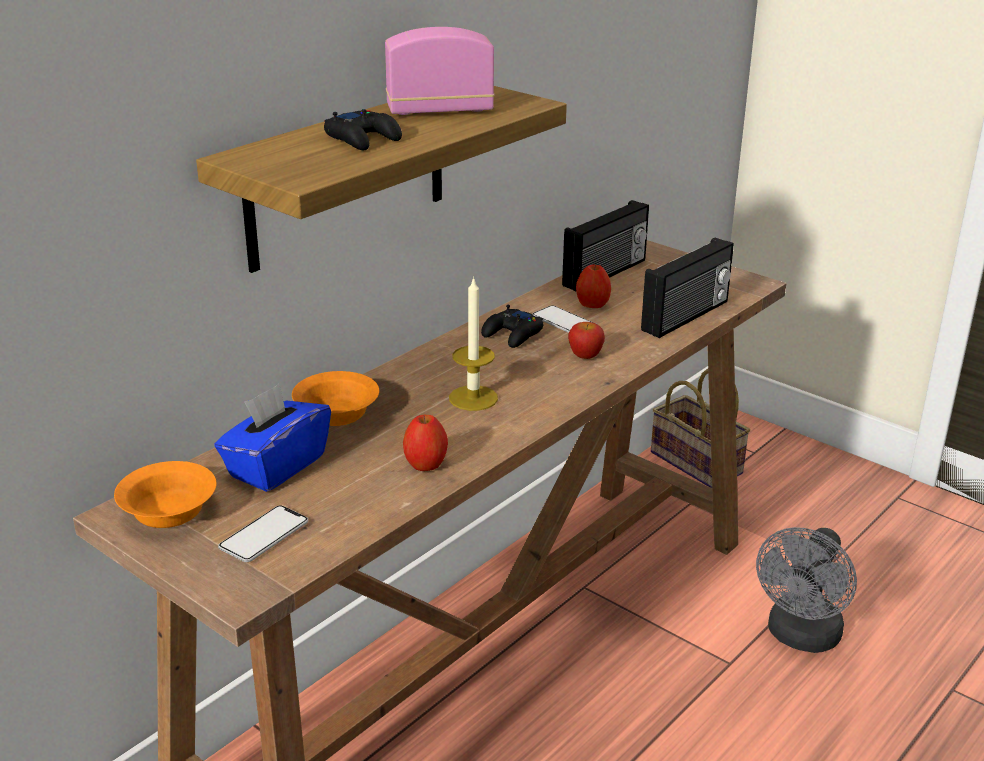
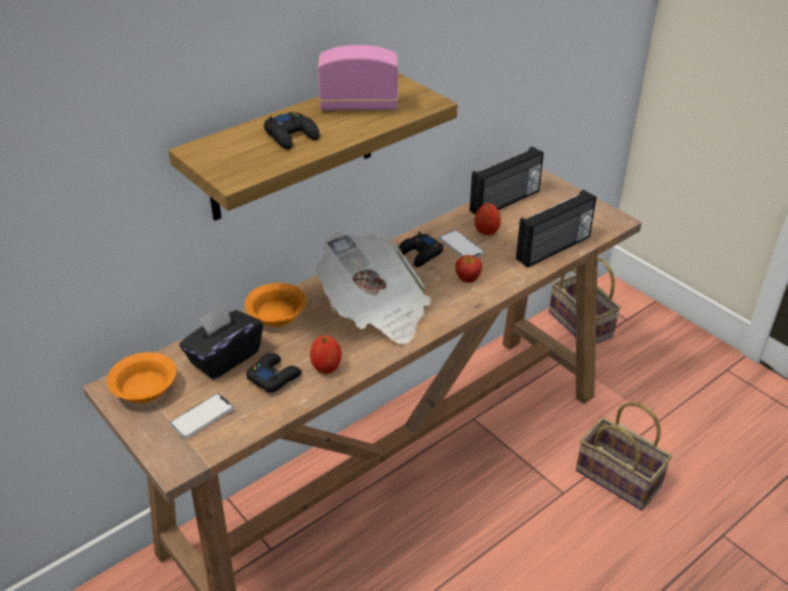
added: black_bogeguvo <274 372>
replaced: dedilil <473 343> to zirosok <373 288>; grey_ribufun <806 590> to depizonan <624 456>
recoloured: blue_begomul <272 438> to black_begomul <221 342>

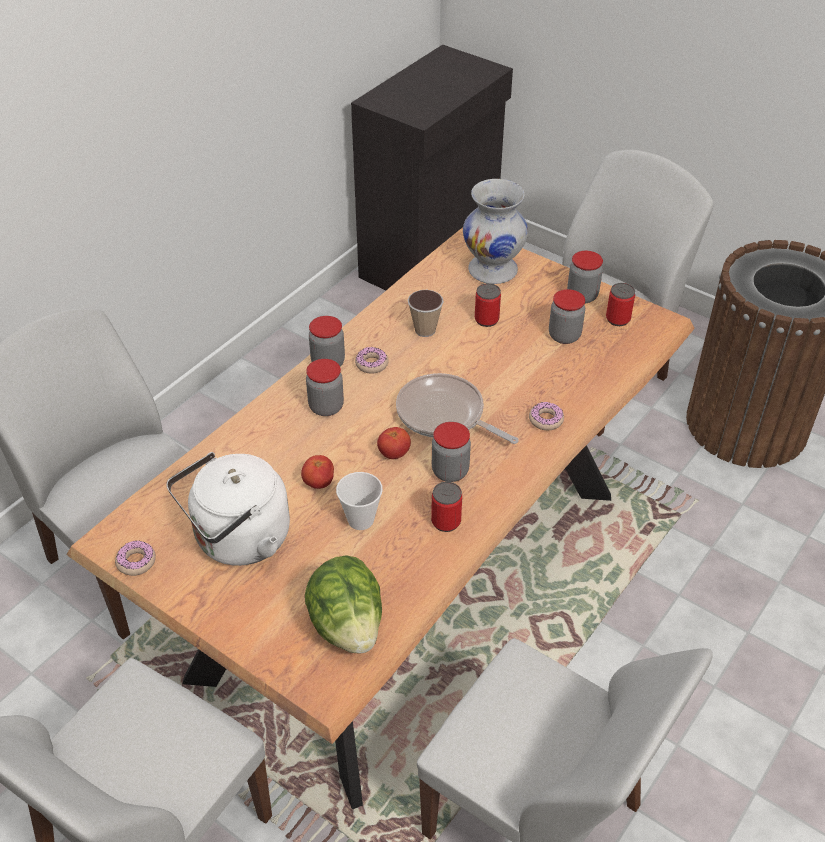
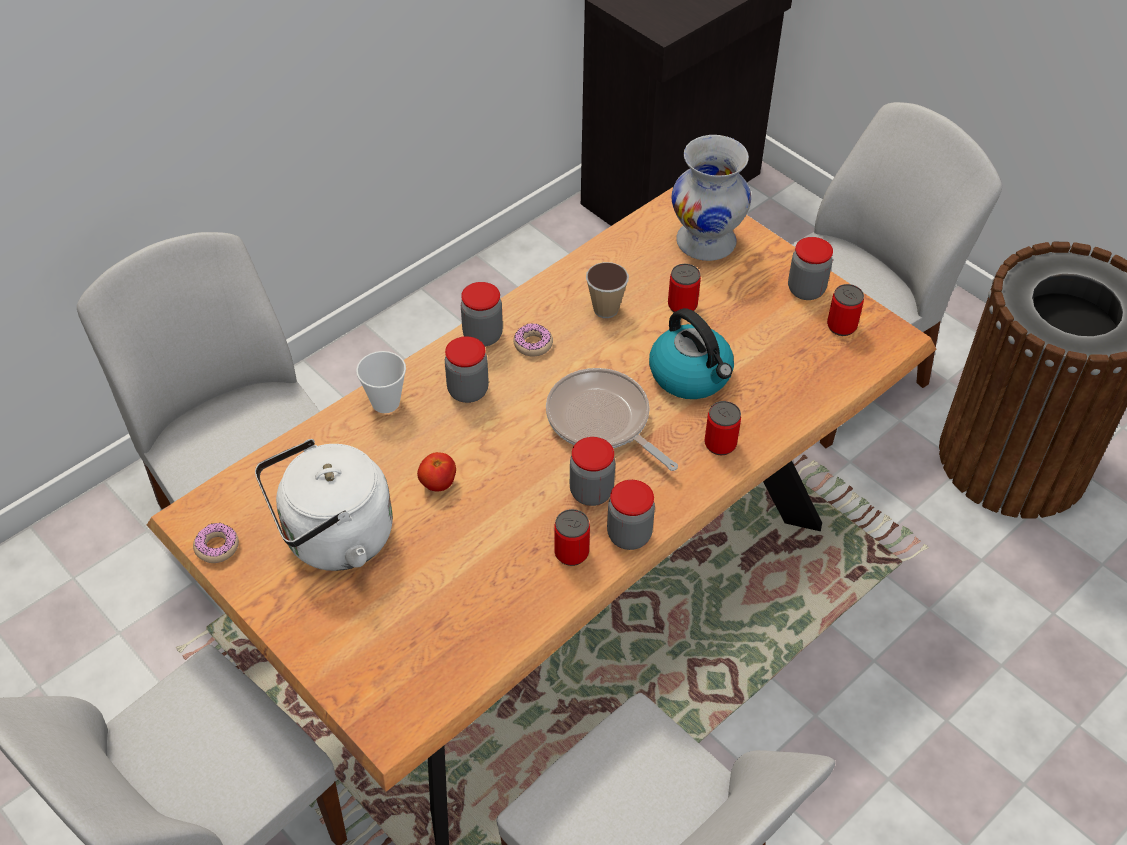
removed: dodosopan <343 604>; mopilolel <394 443>
added: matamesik <691 353>
moved: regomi <359 501> to <381 382>; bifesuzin <567 316> to <631 515>
replaced: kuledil <546 416> to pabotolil <722 428>

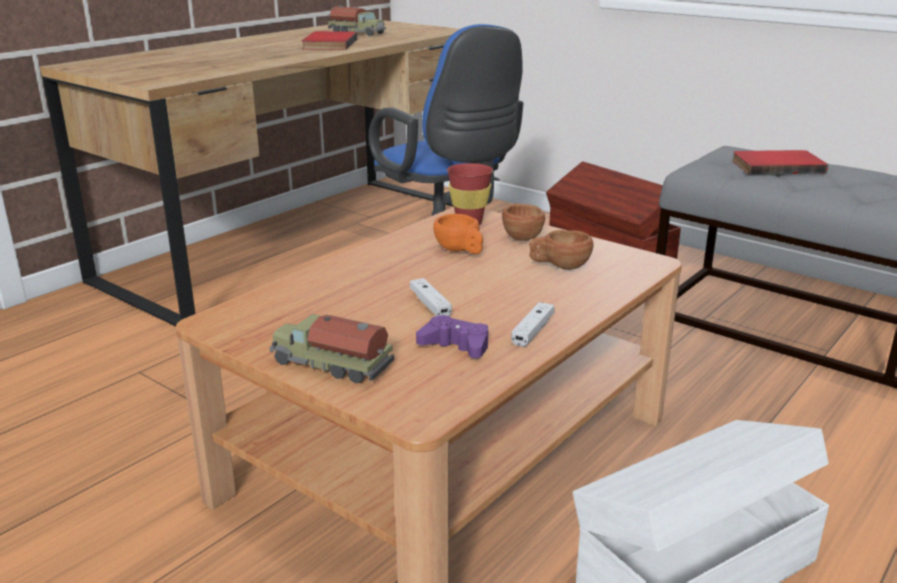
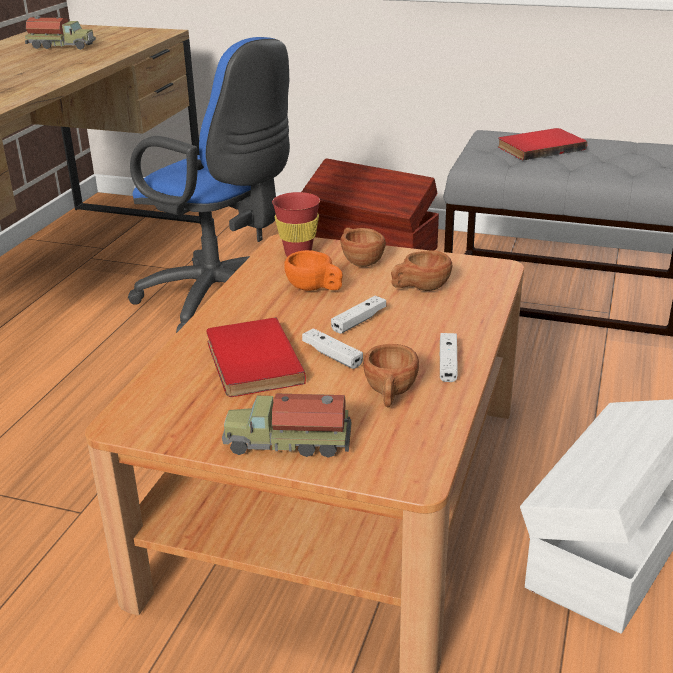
added: white_bogeguvo <358 315>
moved: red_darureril <329 40> to <256 357>
replaced: purple_bogeguvo <452 336> to brown_regomi <391 375>

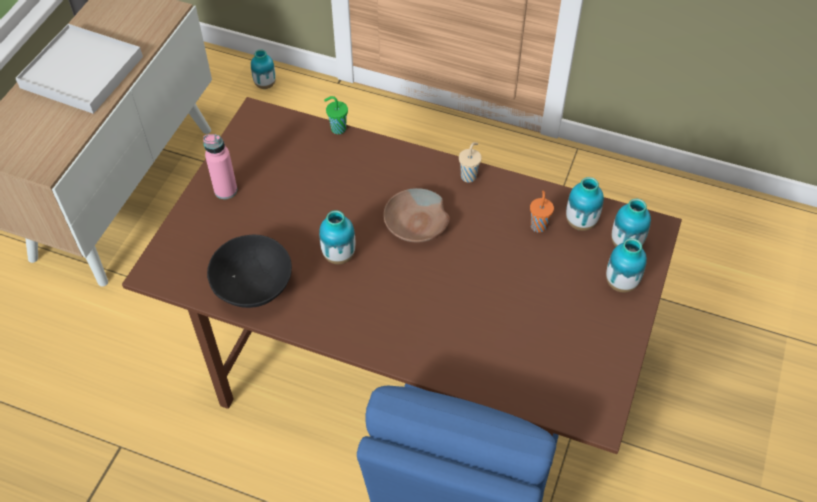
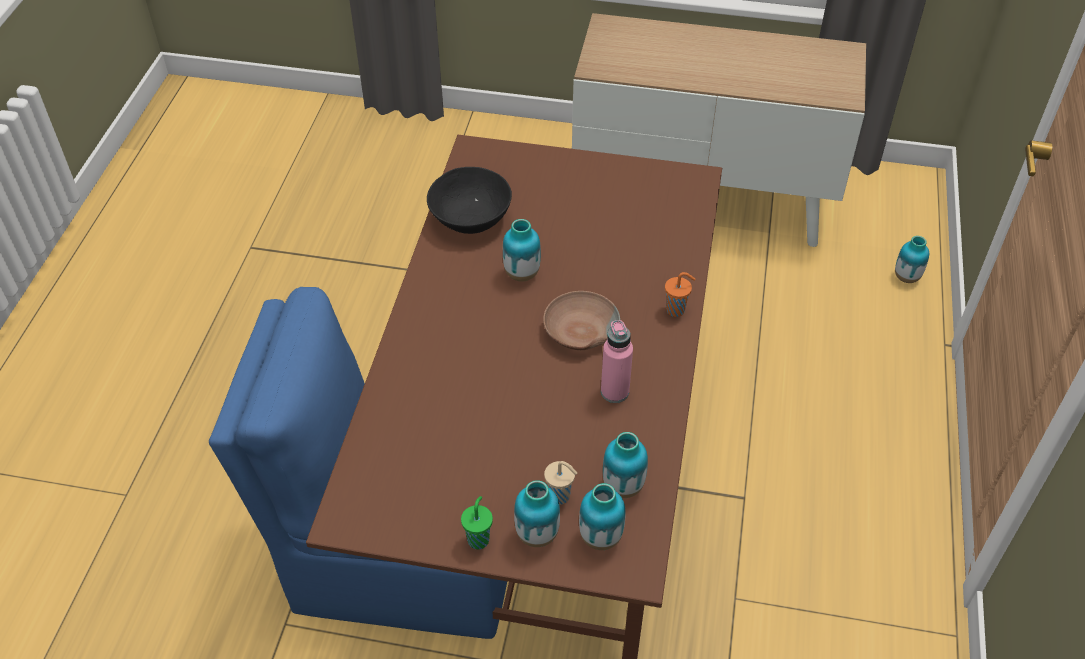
removed: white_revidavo <79 69>
moved: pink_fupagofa <220 166> to <617 361>; green_regomi <336 115> to <477 522>; beige_regomi <470 162> to <560 483>; orange_regomi <542 212> to <680 294>

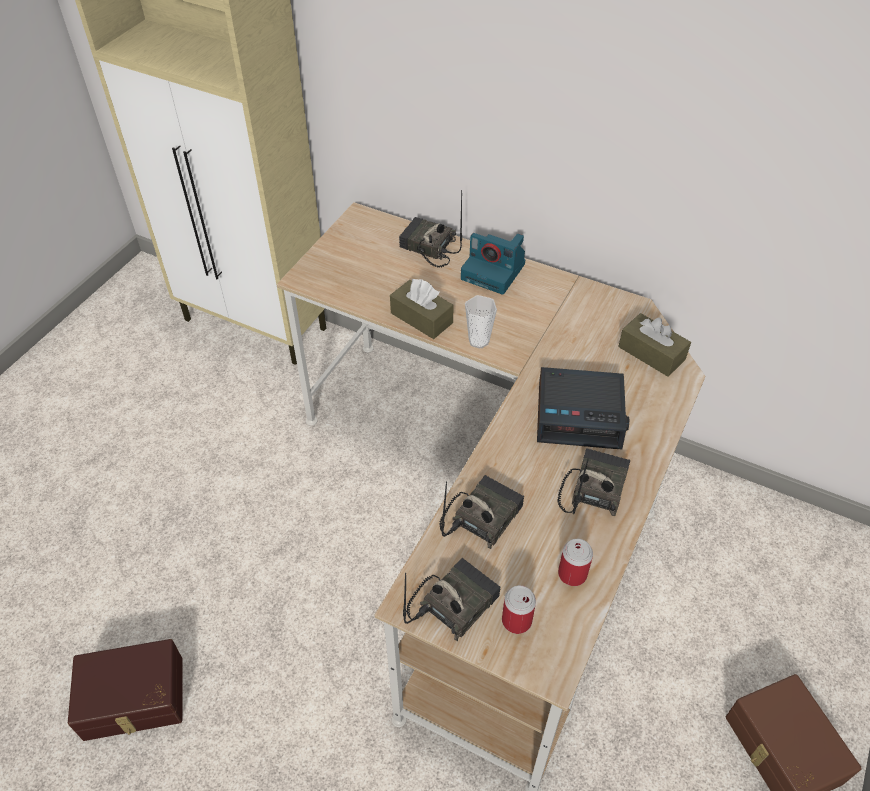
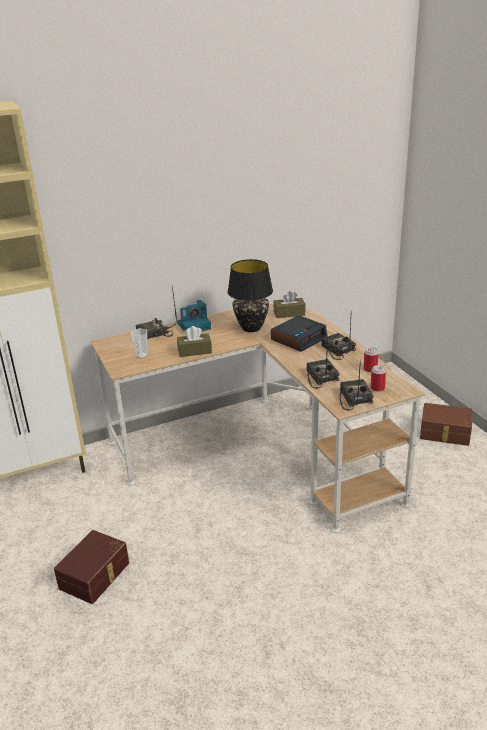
added: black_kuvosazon <250 295>
moved: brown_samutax <125 690> to <91 567>; regomi <481 322> to <138 343>

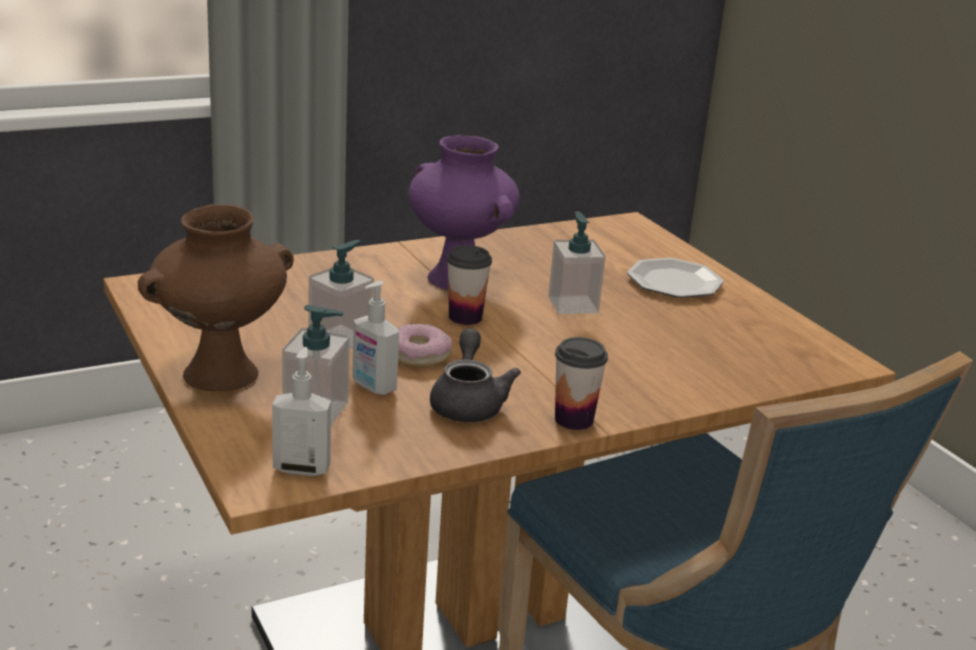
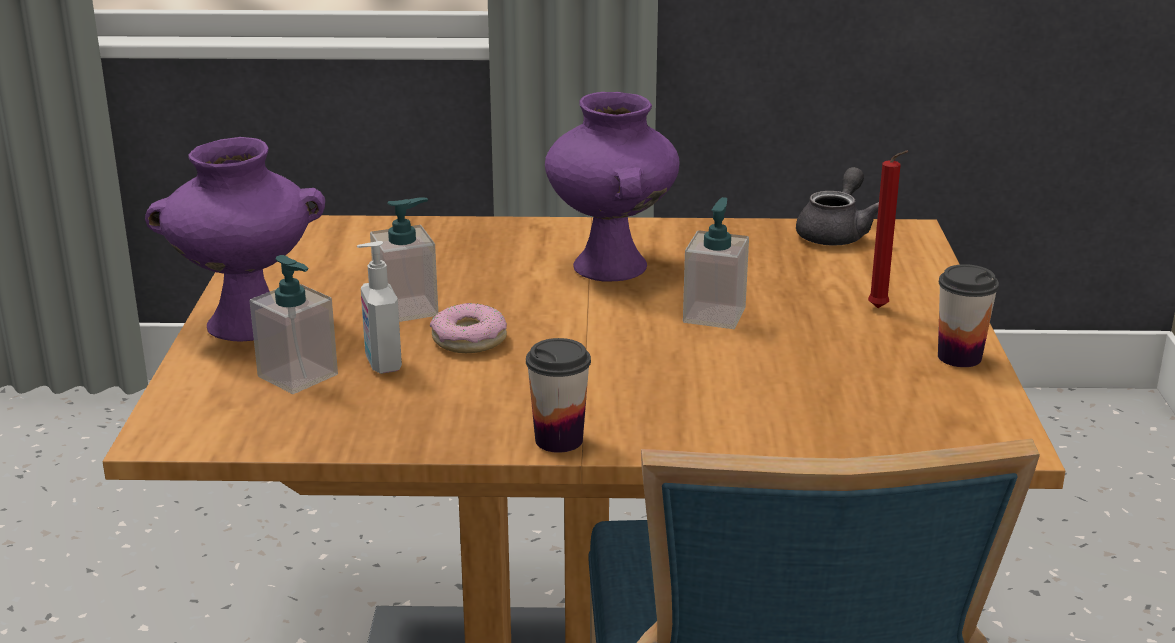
removed: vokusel <301 411>
moved: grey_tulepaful <475 375> to <837 206>; regomi <469 285> to <968 315>
replaced: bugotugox <675 278> to red_dedilil <888 229>
recoloured: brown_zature <215 297> to purple_zature <235 239>

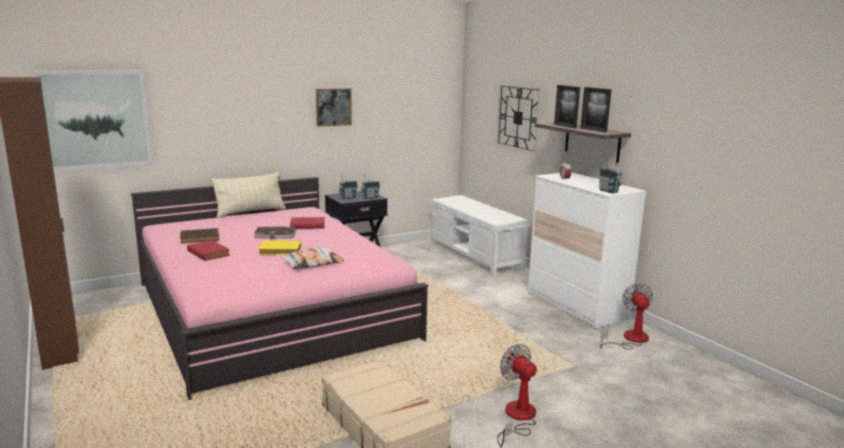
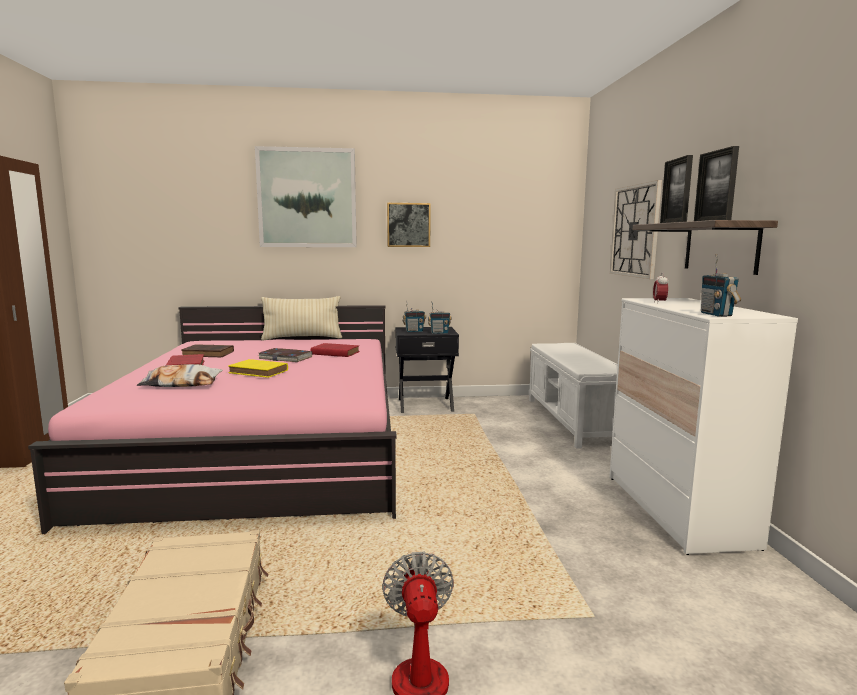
removed: ribufun <626 316>
moved: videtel <91 120> to <306 196>; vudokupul <312 258> to <180 375>

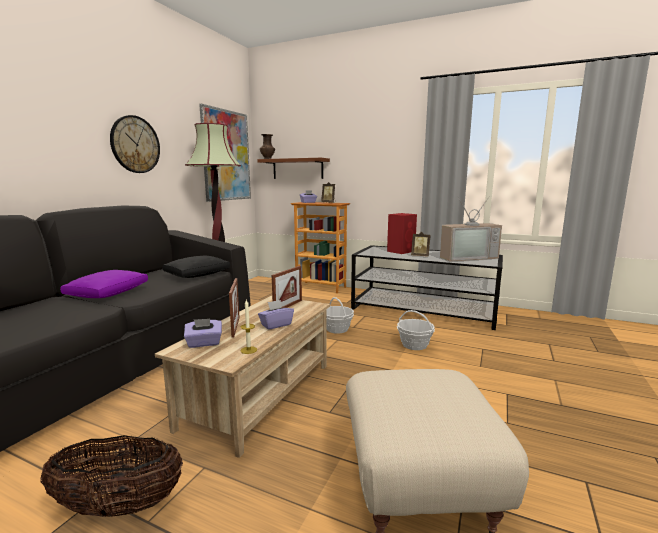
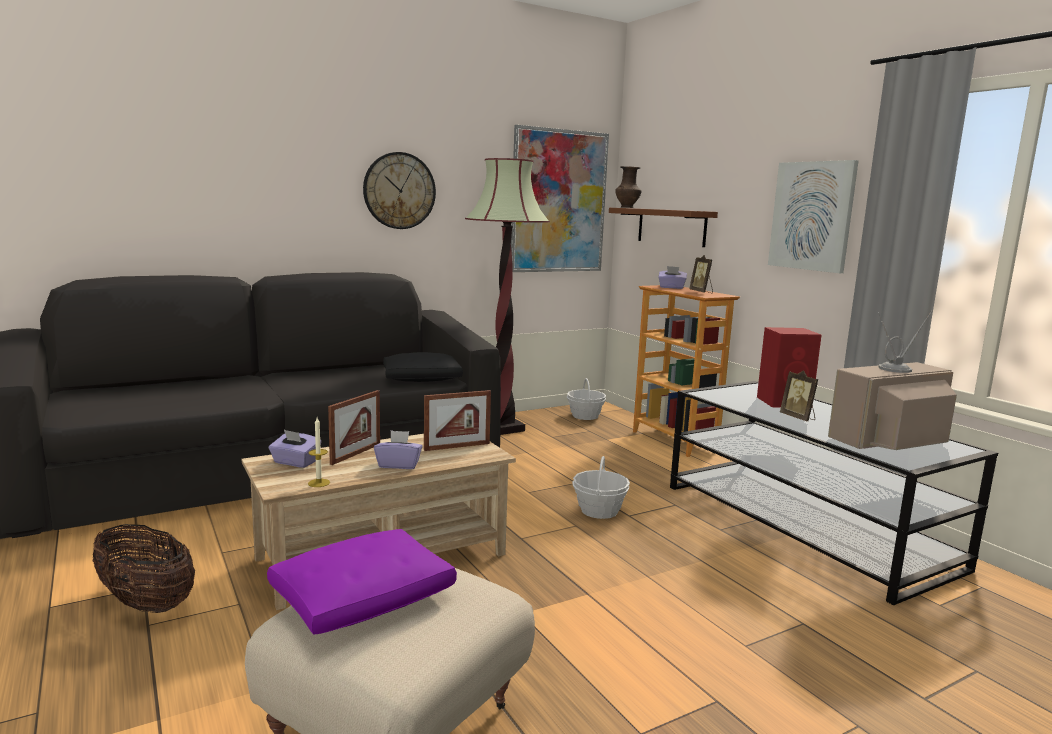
added: videtel <813 216>
moved: purple_vudokupul <104 284> to <362 582>; depizonan <416 330> to <586 399>
turned: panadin <471 229> = <892 380> 135 degrees clockwise

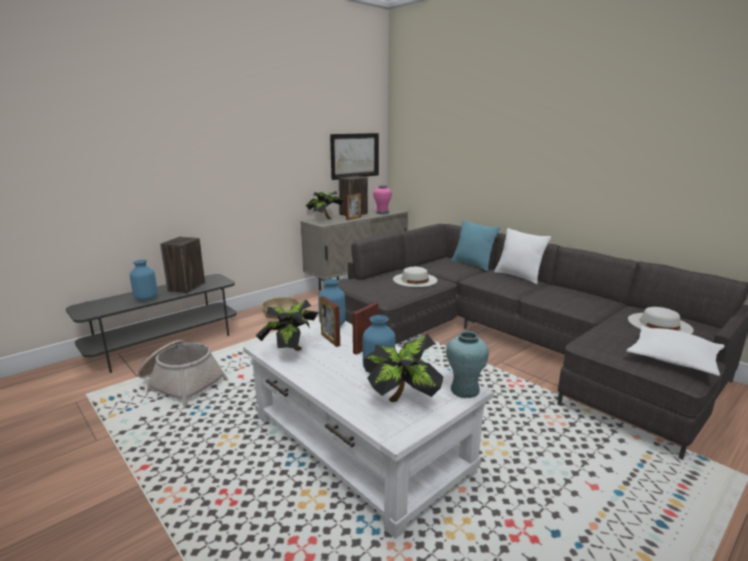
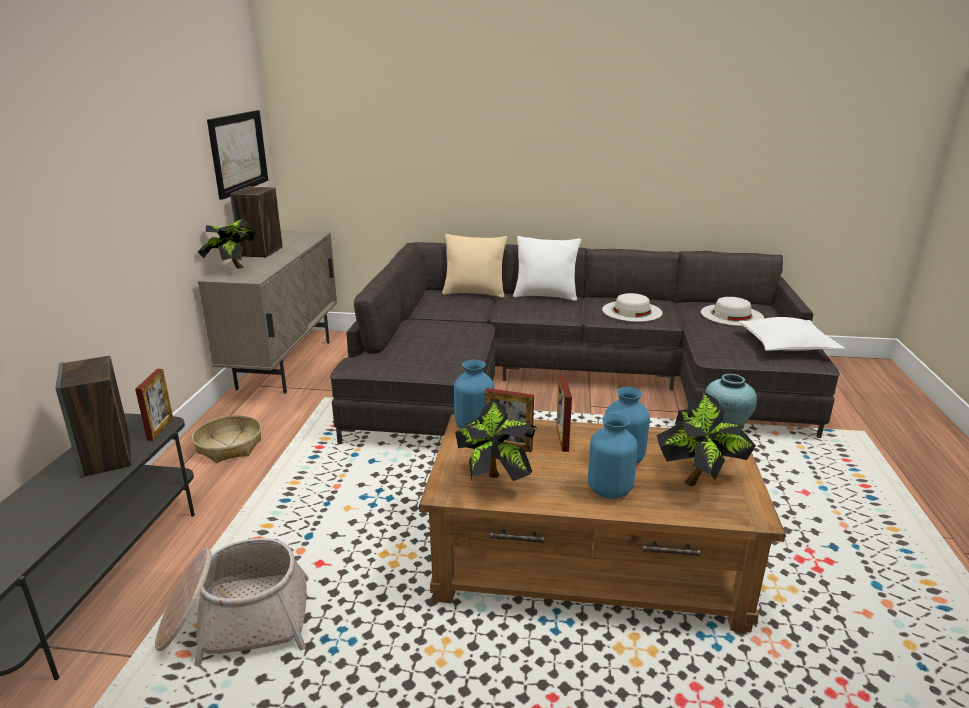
removed: pink_zature <382 199>
moved: blue_zature <144 280> to <613 456>; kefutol <353 206> to <154 405>; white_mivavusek <415 277> to <632 307>
recoloured: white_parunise <368 430> to brown_parunise <602 523>; turquoise_vudokupul <475 245> to beige_vudokupul <475 266>

